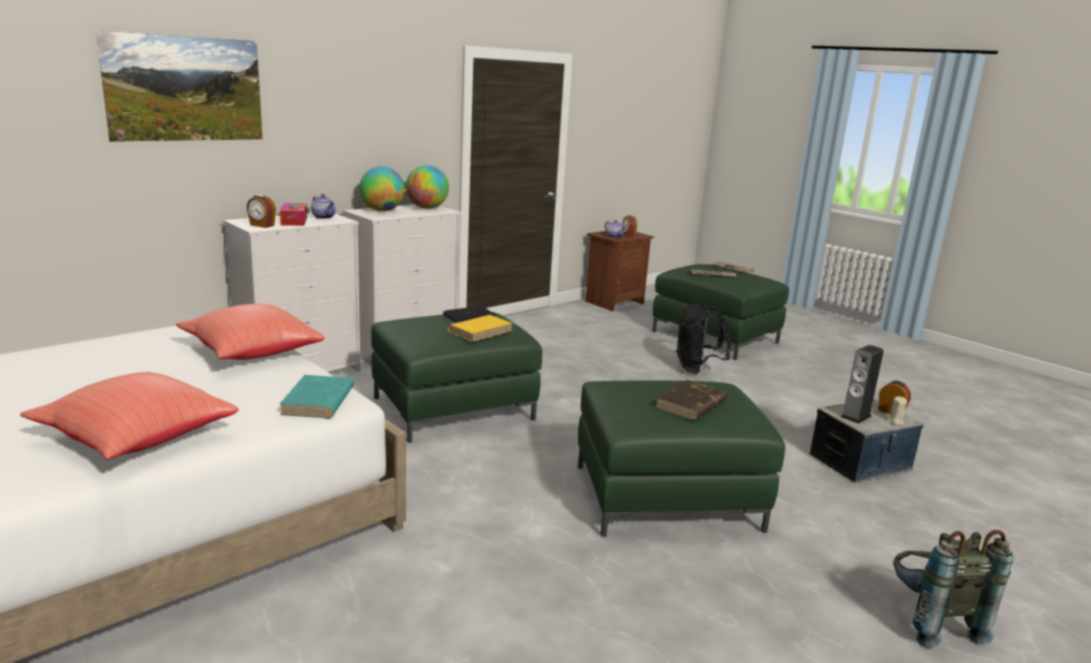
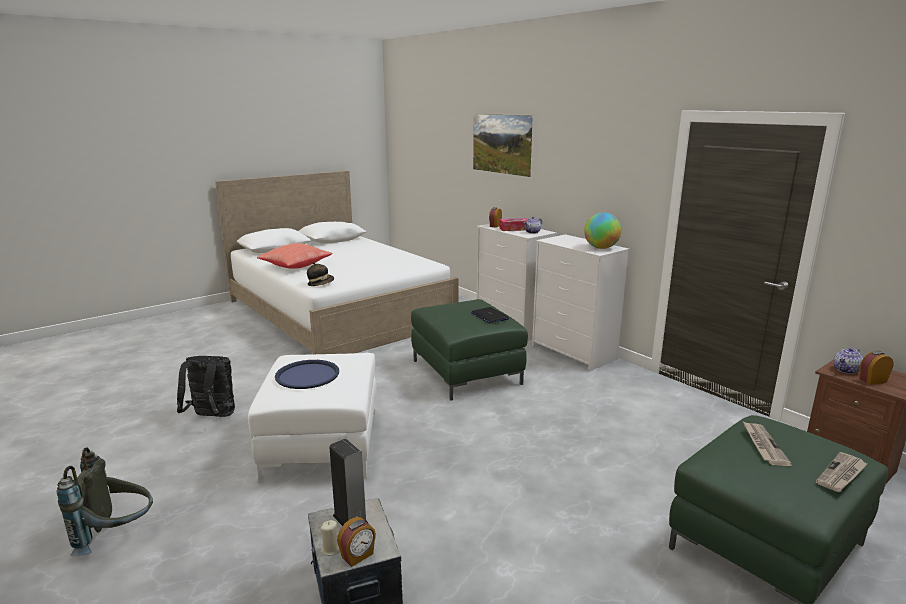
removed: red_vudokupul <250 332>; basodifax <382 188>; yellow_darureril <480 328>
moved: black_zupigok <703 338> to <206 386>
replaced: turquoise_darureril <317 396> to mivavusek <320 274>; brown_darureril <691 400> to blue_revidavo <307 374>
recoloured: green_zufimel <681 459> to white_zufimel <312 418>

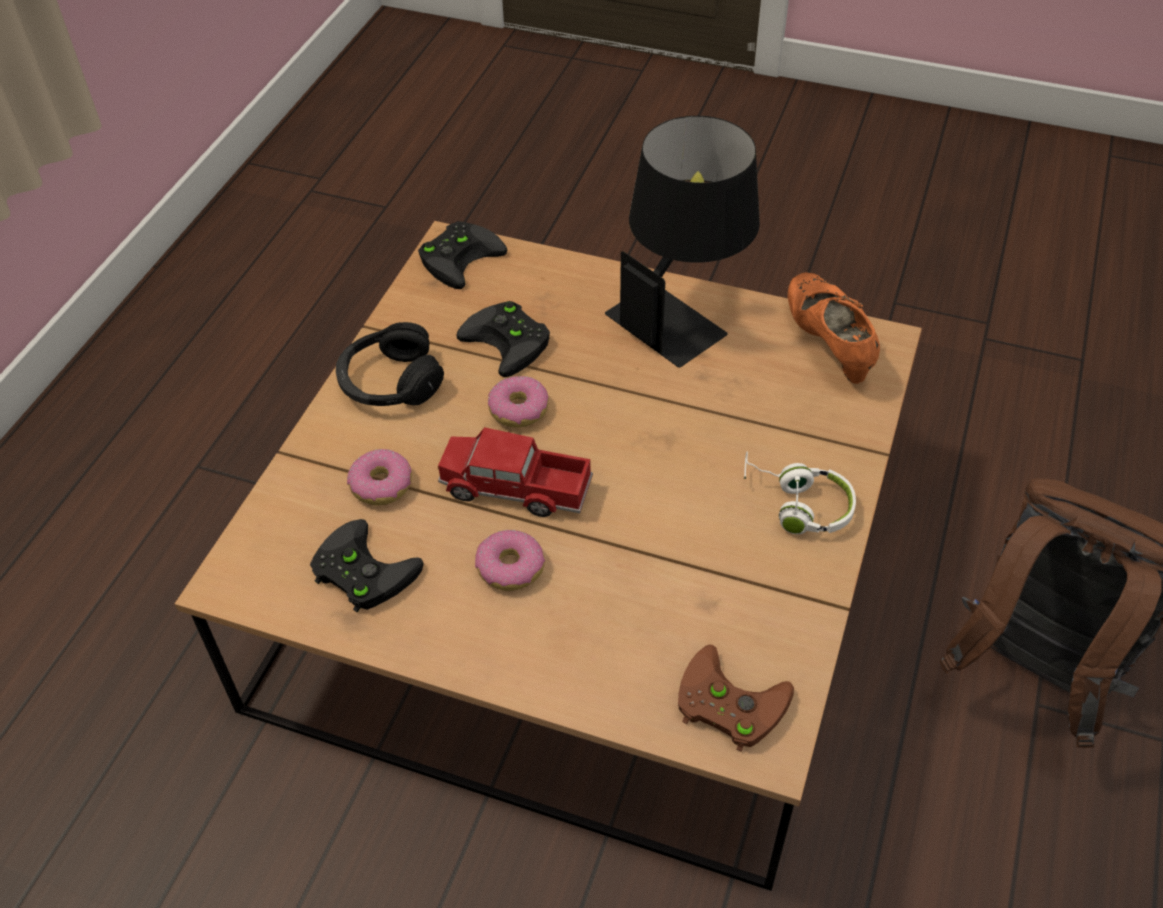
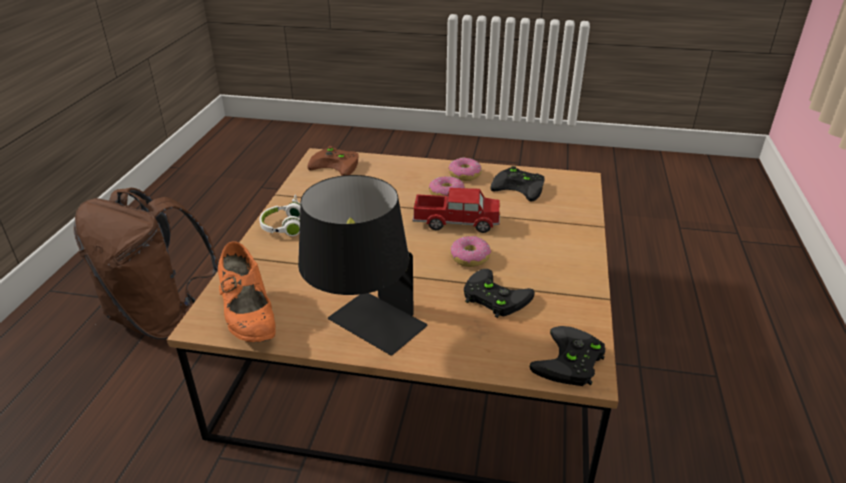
removed: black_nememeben <390 364>
moved: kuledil <379 477> to <465 169>

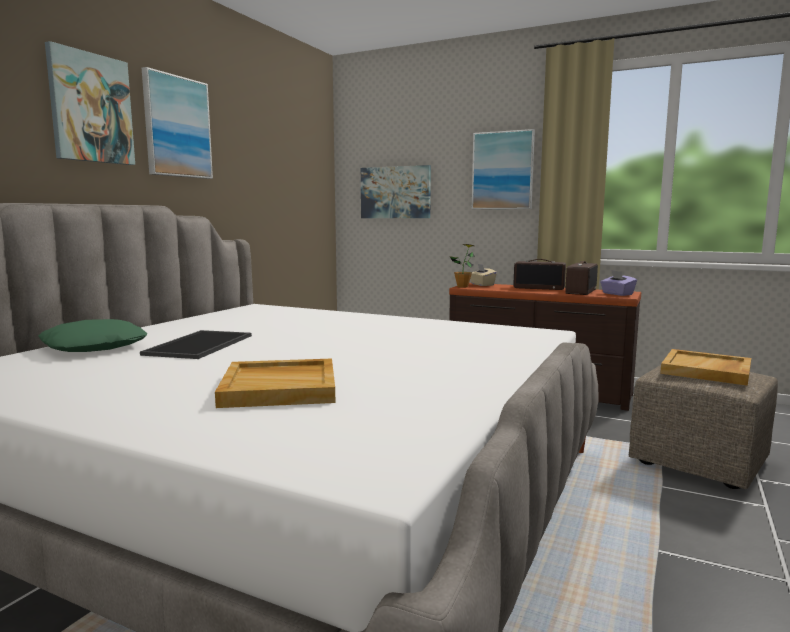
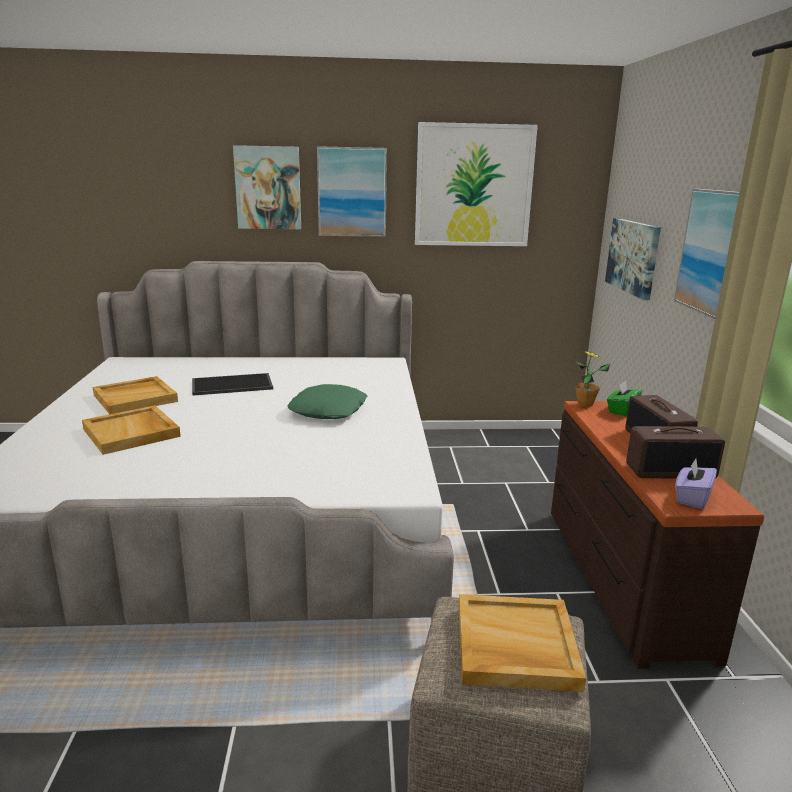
added: beige_revidavo <135 395>; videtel <476 184>
moved: green_vudokupul <92 335> to <327 401>
recoloured: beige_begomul <483 275> to green_begomul <624 398>

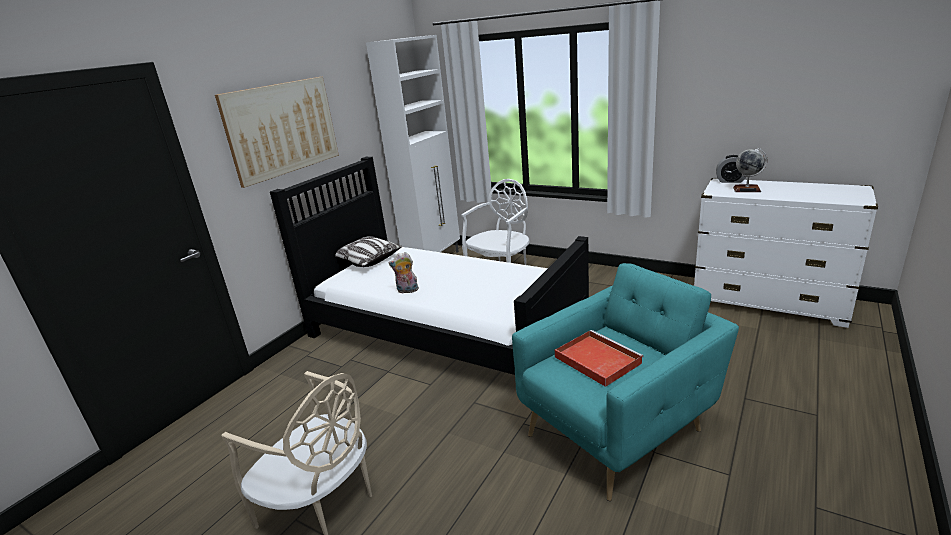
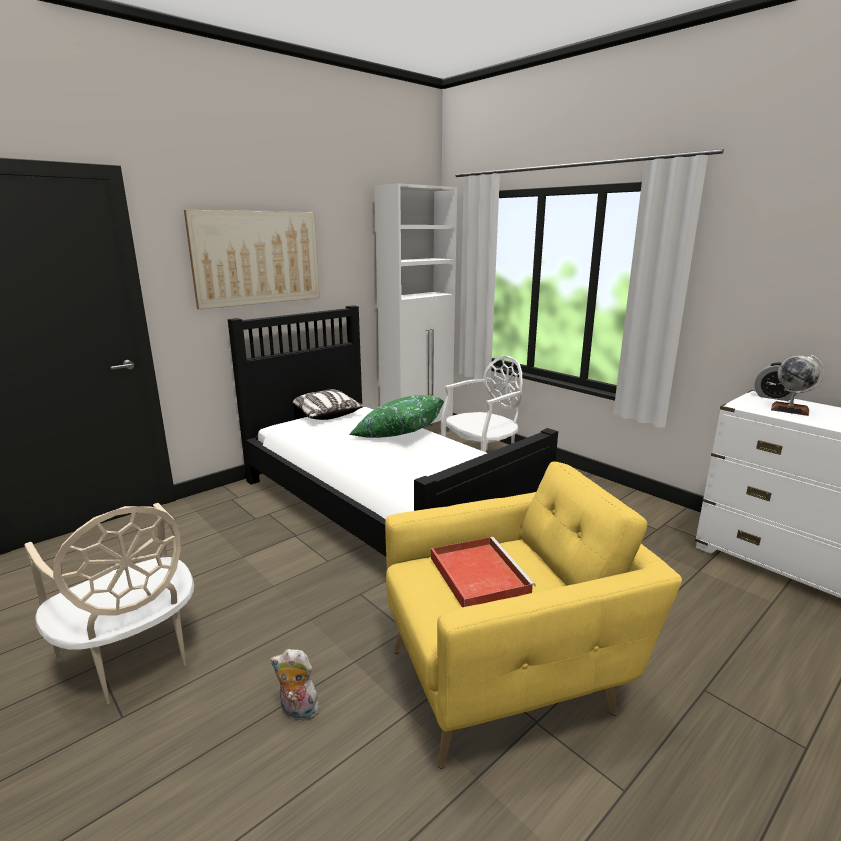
added: green_vudokupul <397 416>
moved: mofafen <404 273> to <295 685>
recoloured: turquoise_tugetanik <625 382> to yellow_tugetanik <533 615>

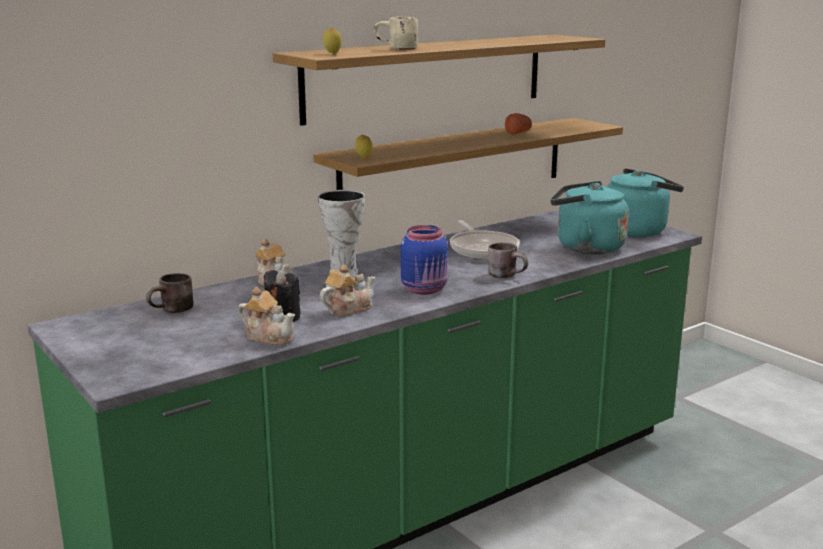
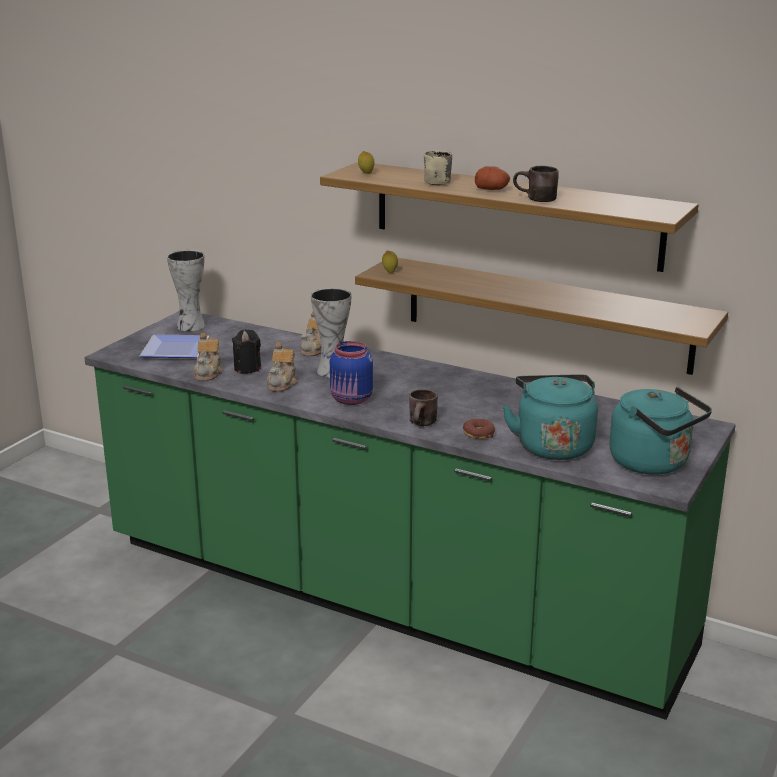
removed: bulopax <485 239>
added: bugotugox <174 346>; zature <186 290>; kuledil <479 429>
moved: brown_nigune <169 293> to <536 184>; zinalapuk <518 124> to <492 178>
turned: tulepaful <347 290> = <282 367> 75 degrees clockwise

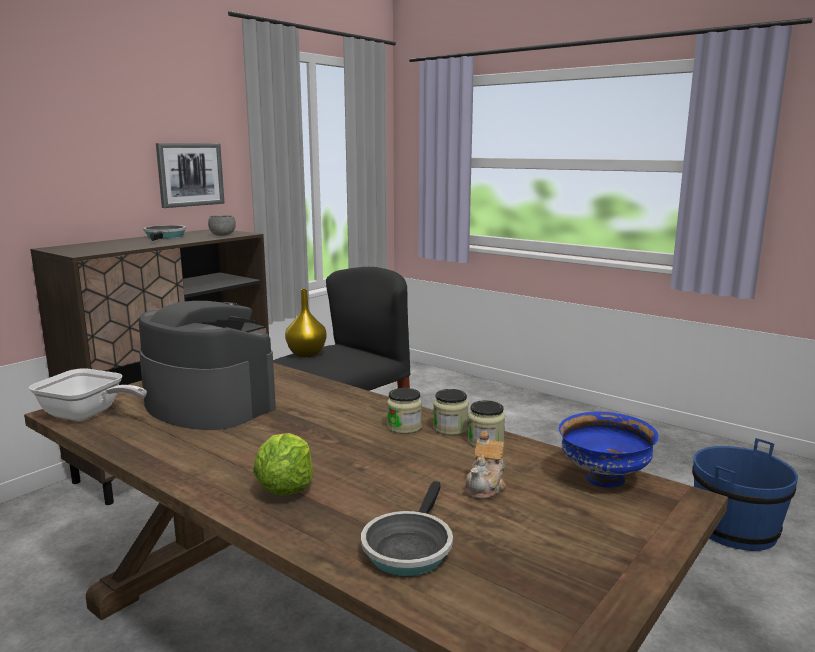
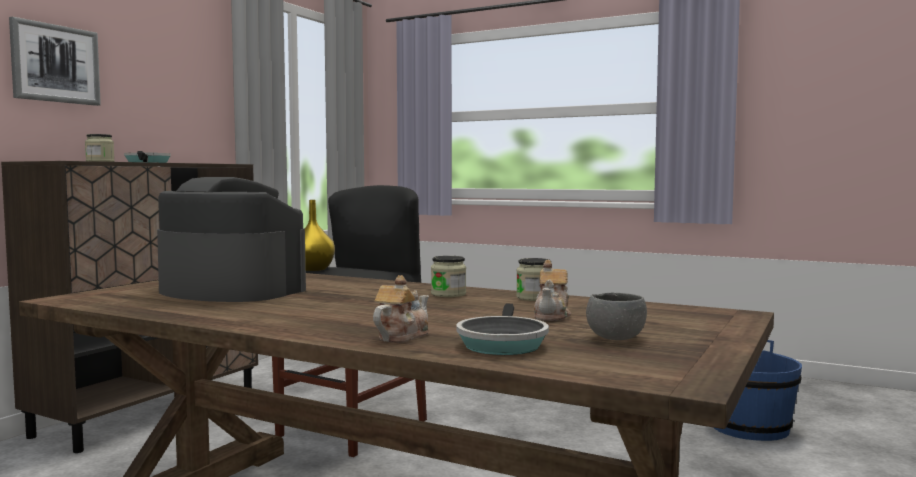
removed: bulopax <88 394>; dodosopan <283 464>; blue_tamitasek <609 450>
added: tulepaful <401 309>
moved: videtel <190 175> to <55 61>; grey_tamitasek <222 225> to <616 316>; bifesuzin <451 412> to <100 148>

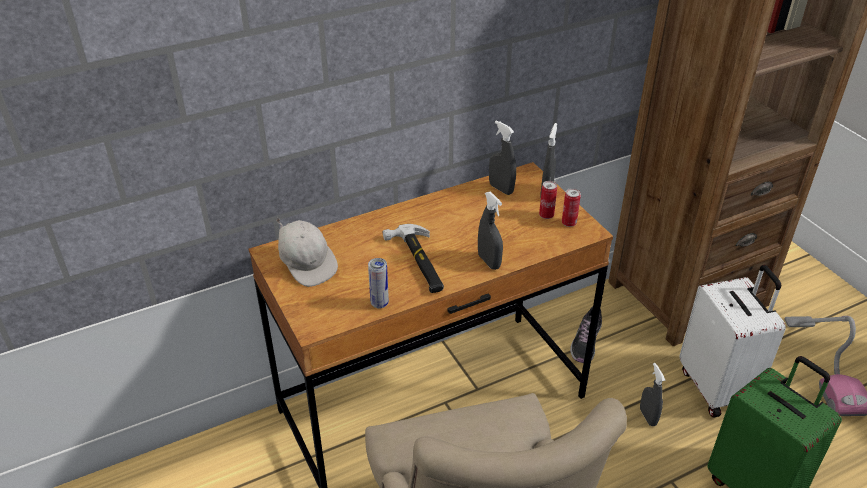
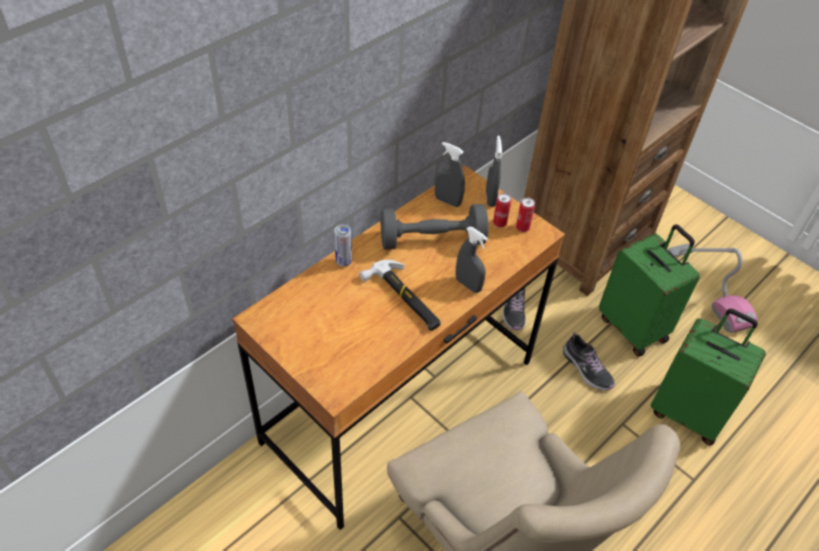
removed: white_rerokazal <307 252>
added: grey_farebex <434 227>
moved: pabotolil <378 283> to <343 245>
replaced: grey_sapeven <652 394> to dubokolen <589 361>
recoloured: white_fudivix <733 341> to green_fudivix <649 290>

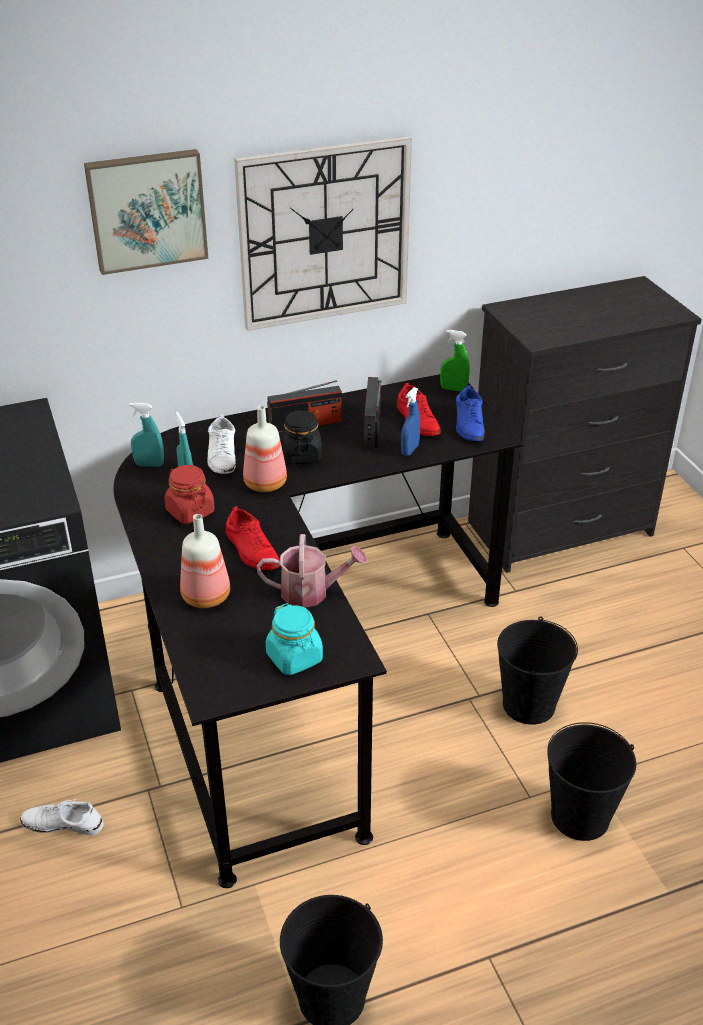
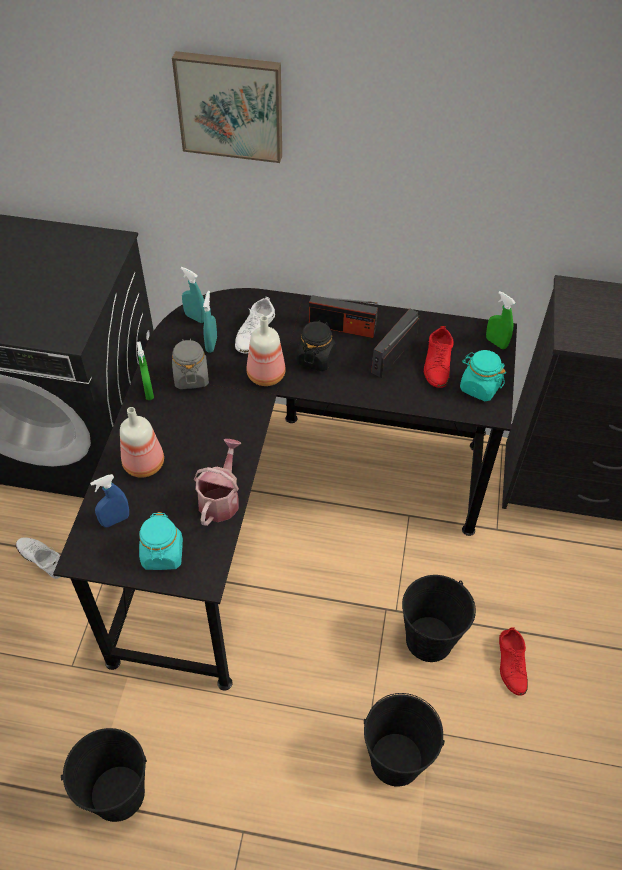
removed: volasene <323 233>
added: green_sapeven <145 371>
moved: red_dubokolen <253 538> to <513 661>; blue_sapeven <410 421> to <109 500>
replaced: blue_dubokolen <470 413> to turquoise_bifesuzin <483 375>
recoloured: red_bifesuzin <189 494> to grey_bifesuzin <190 363>
turned: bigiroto <312 571> = <218 482> 105 degrees counterclockwise

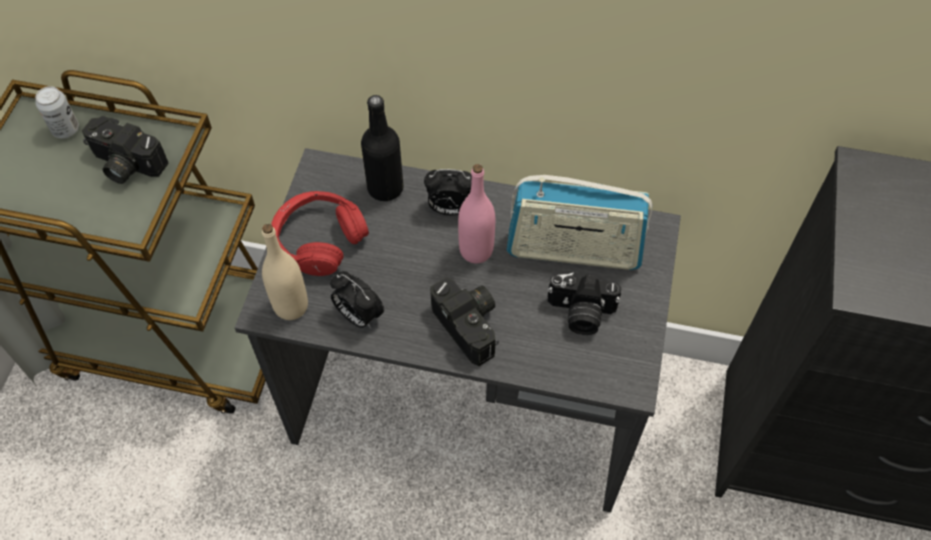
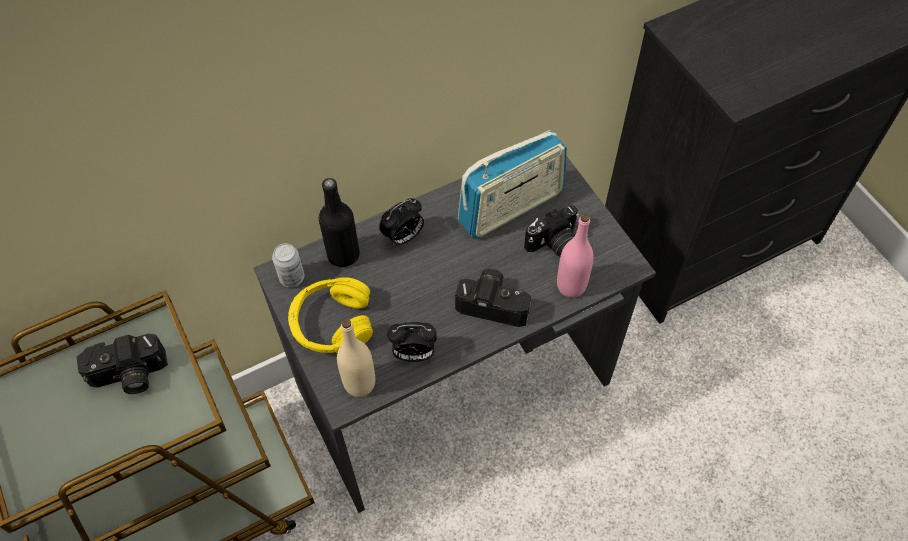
moved: pabotolil <57 112> to <288 265>; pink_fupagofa <476 214> to <575 256>
recoloured: red_nememeben <320 233> to yellow_nememeben <330 315>

